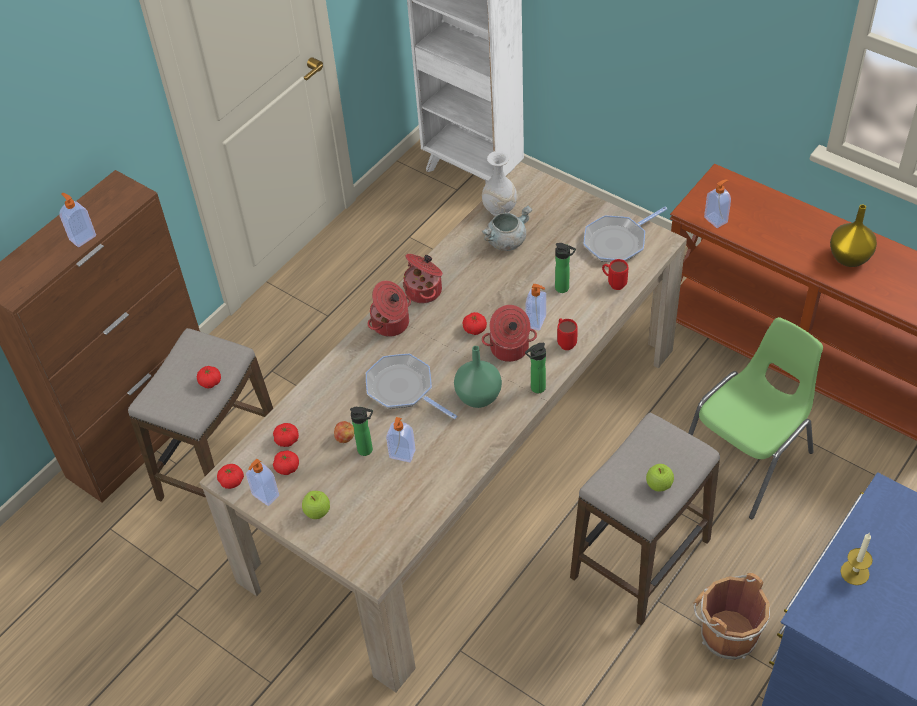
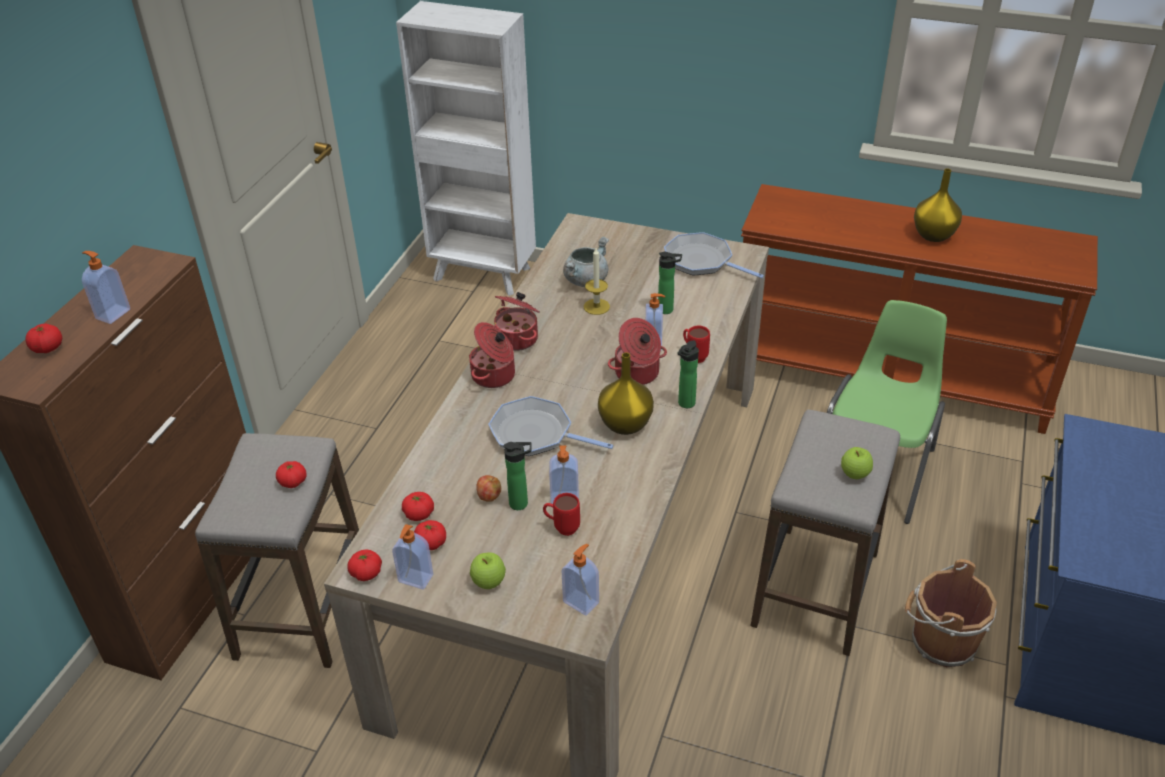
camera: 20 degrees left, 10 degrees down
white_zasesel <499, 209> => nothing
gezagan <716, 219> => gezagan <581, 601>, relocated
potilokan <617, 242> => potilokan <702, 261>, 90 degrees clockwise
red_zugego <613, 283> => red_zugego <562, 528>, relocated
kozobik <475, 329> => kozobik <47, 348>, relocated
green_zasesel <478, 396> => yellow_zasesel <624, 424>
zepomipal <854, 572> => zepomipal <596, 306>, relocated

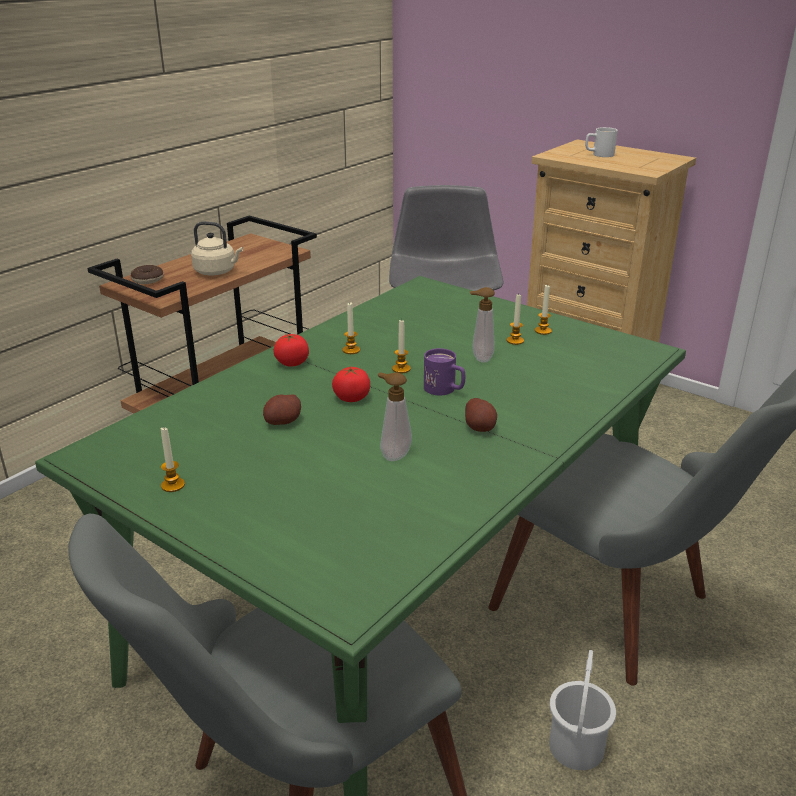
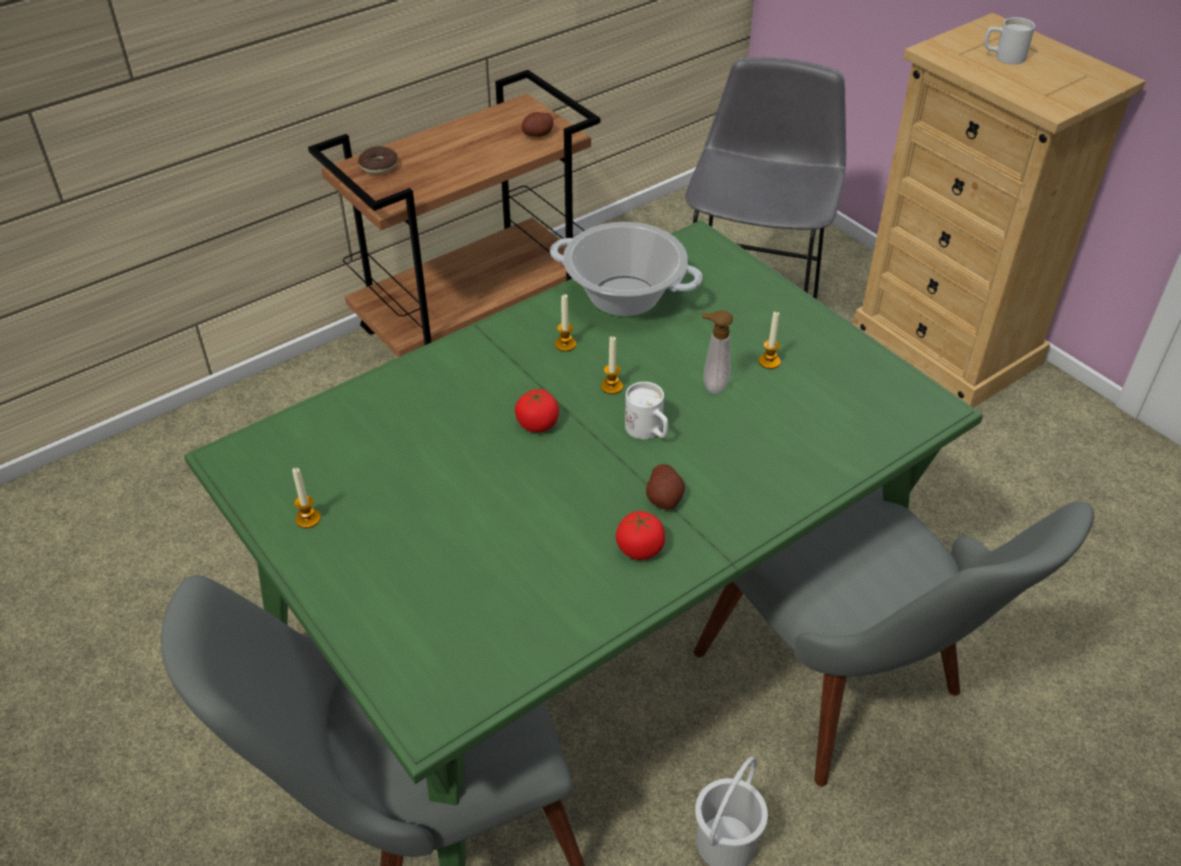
camera: 15 degrees right, 15 degrees up
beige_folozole <217, 272> => nothing
zepomipal <543, 331> => nothing
kozobik <292, 362> => kozobik <640, 548>, relocated
purple_zugego <445, 390> => white_zugego <648, 431>
gezagan <393, 455> => nothing
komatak <283, 421> => komatak <538, 134>, relocated
nothing => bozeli <624, 296>

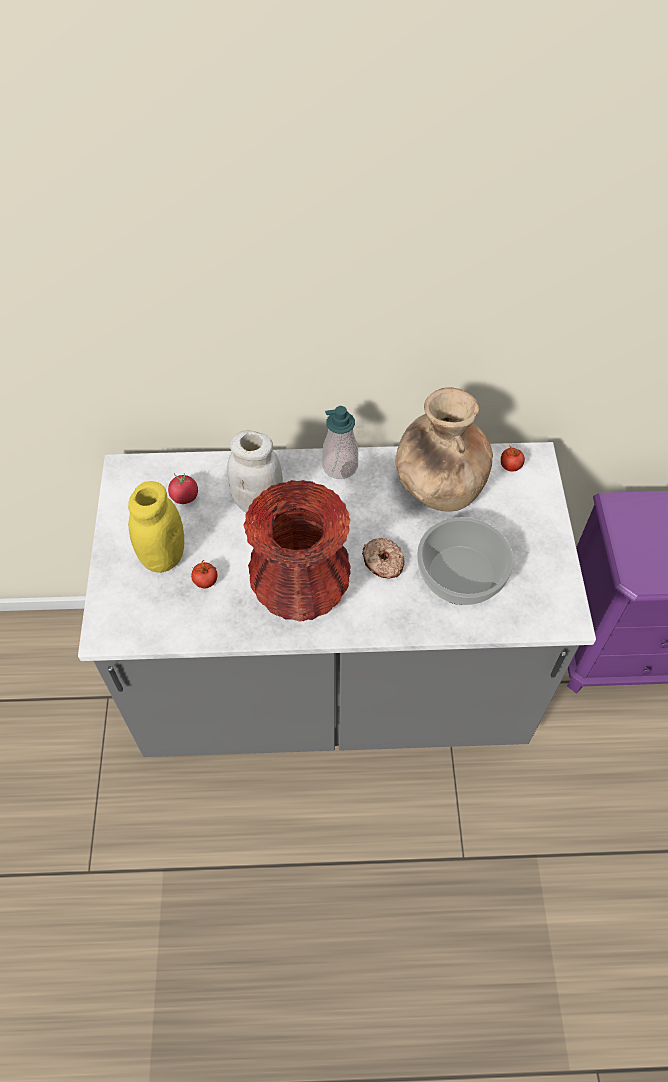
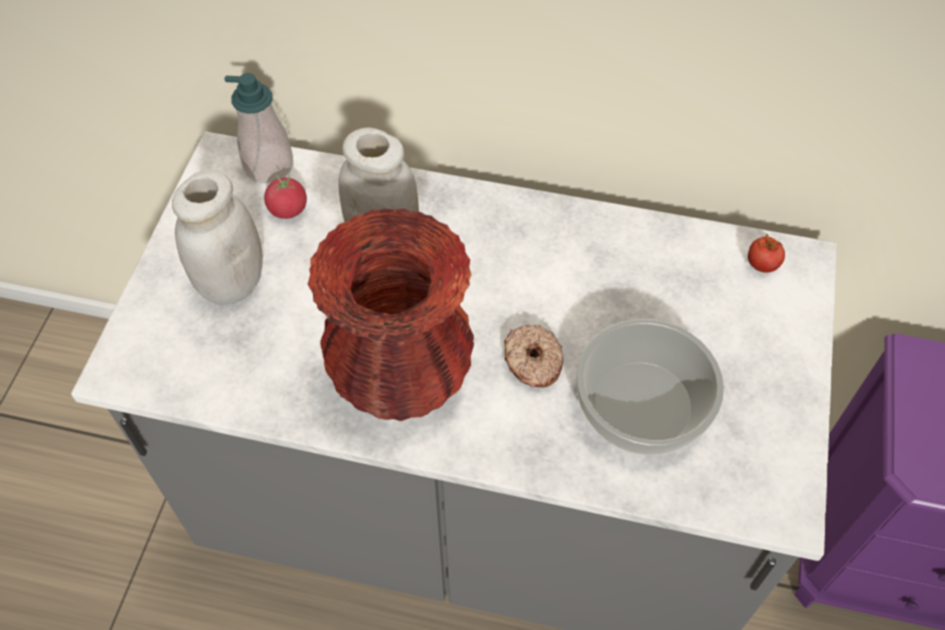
camera: 15 degrees right, 0 degrees up
brown_zasesel <438, 485> => nothing
gezagan <340, 466> => gezagan <269, 166>, relocated
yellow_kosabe <163, 556> => white_kosabe <232, 283>
kozobik <206, 581> => nothing

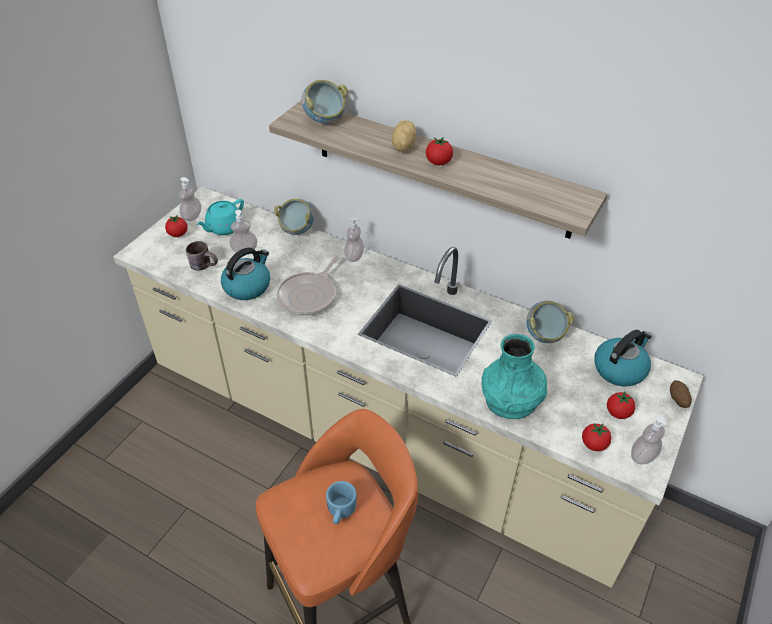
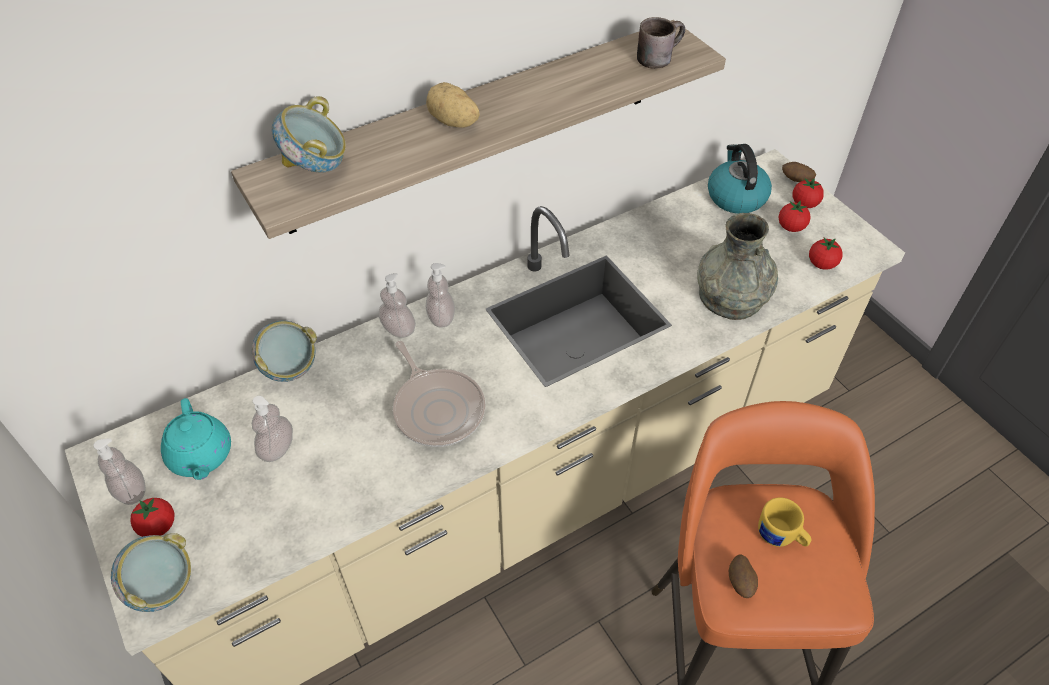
camera: 60 degrees left, 5 degrees up
kozobik <438, 162> => kozobik <804, 204>, relocated
brown_zugego <205, 264> => brown_zugego <657, 56>, relocated
folozole <247, 286> => nothing
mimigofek <544, 336> => mimigofek <164, 588>, relocated
turquoise_zasesel <511, 399> => grey_zasesel <731, 296>
gezagan <643, 456> => gezagan <441, 317>, relocated
blue_zugego <340, 512> => yellow_zugego <780, 537>
nothing => komatak <740, 582>

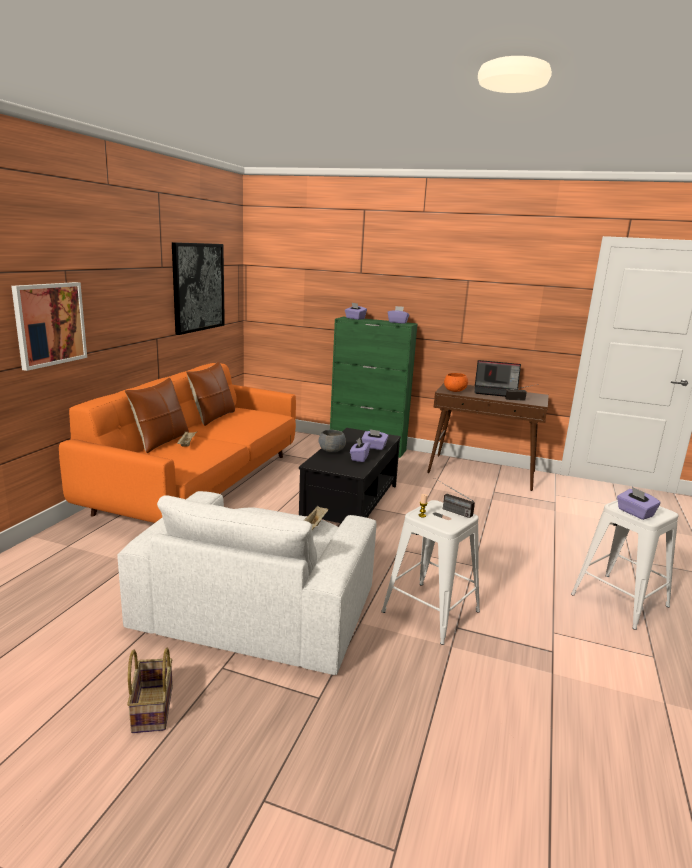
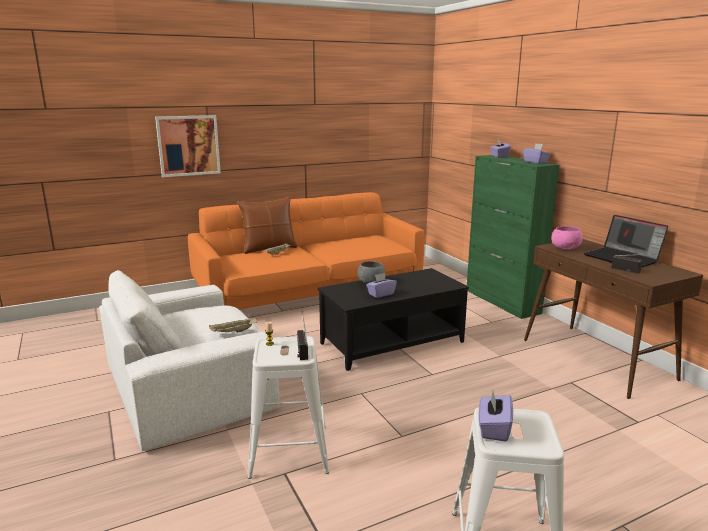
camera: 45 degrees right, 0 degrees up
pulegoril <198, 287> => nothing
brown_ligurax <213, 417> => nothing
orange_mimigofek <454, 391> => pink_mimigofek <565, 248>
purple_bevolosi <374, 447> => nothing
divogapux <151, 707> => nothing

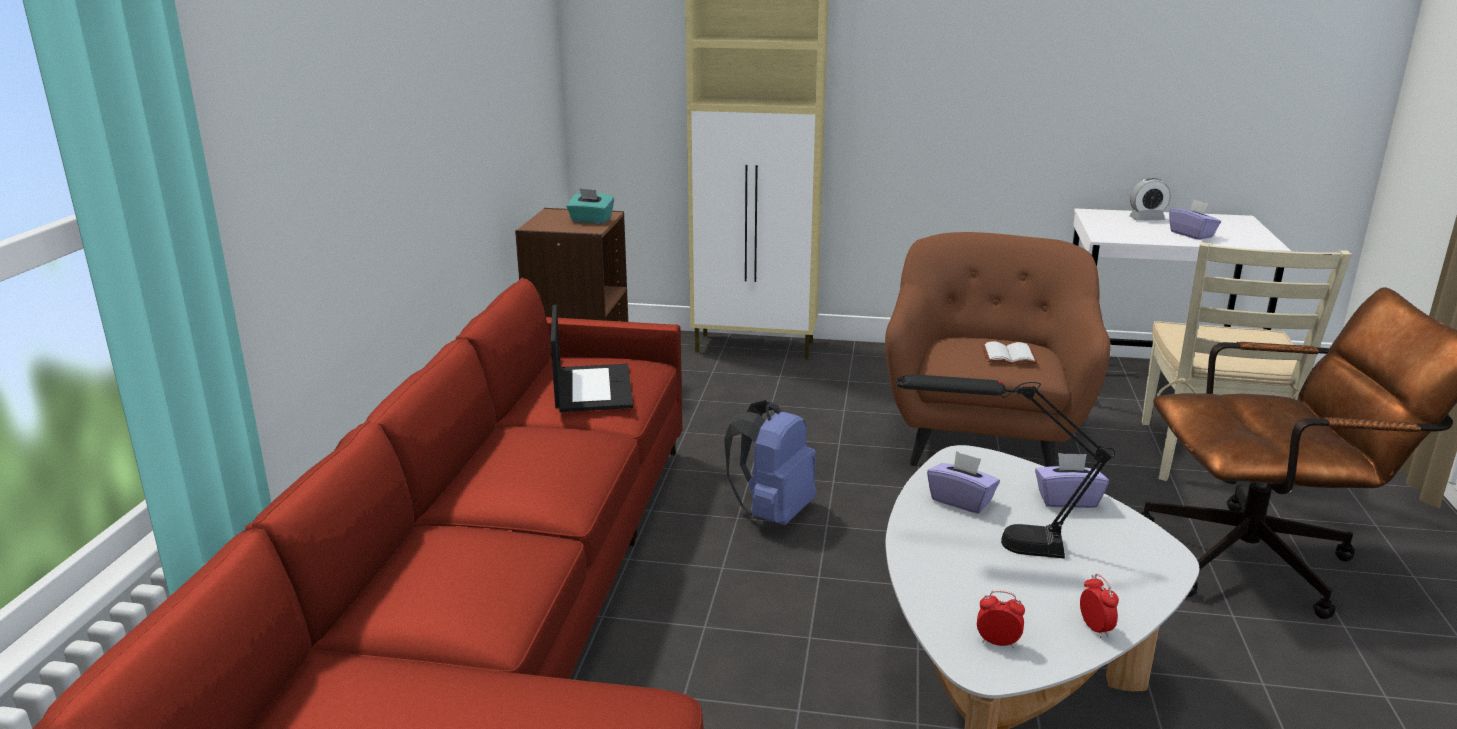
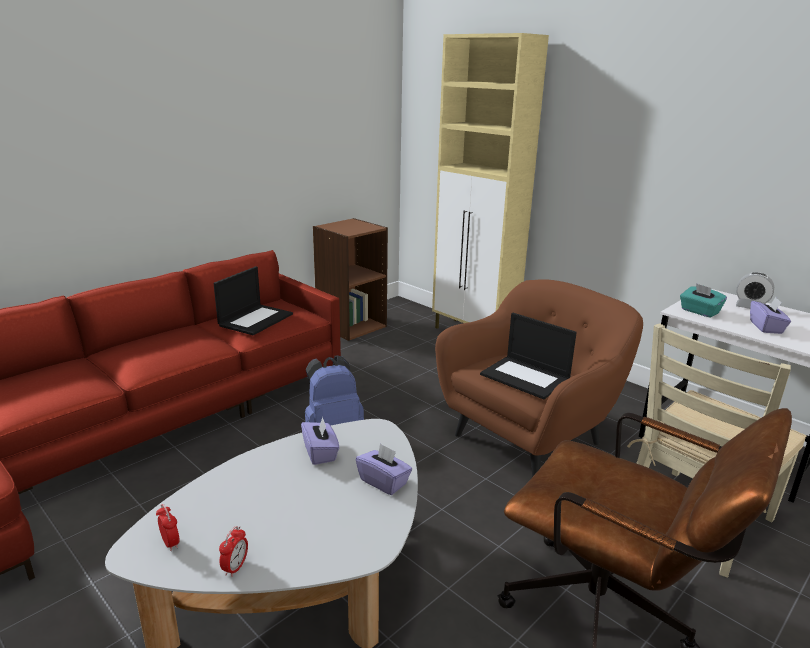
camera: 35 degrees right, 0 degrees up
turquoise_bevolosi <591, 220> => turquoise_bevolosi <699, 312>, relocated
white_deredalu <1009, 355> => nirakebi <526, 377>
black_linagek <990, 540> => nothing

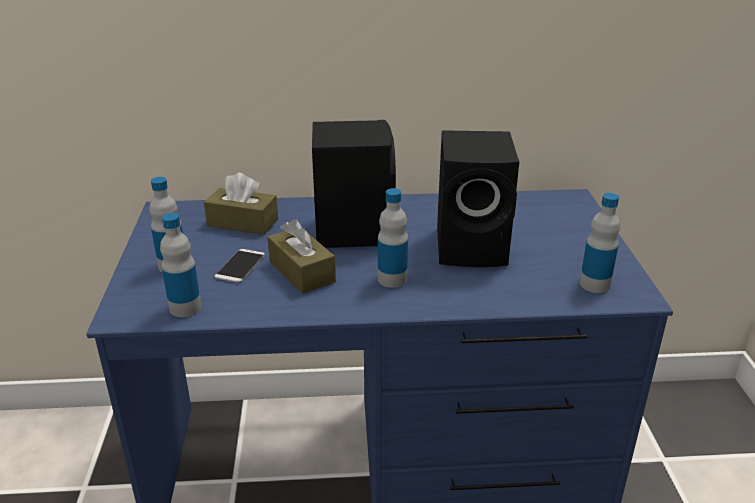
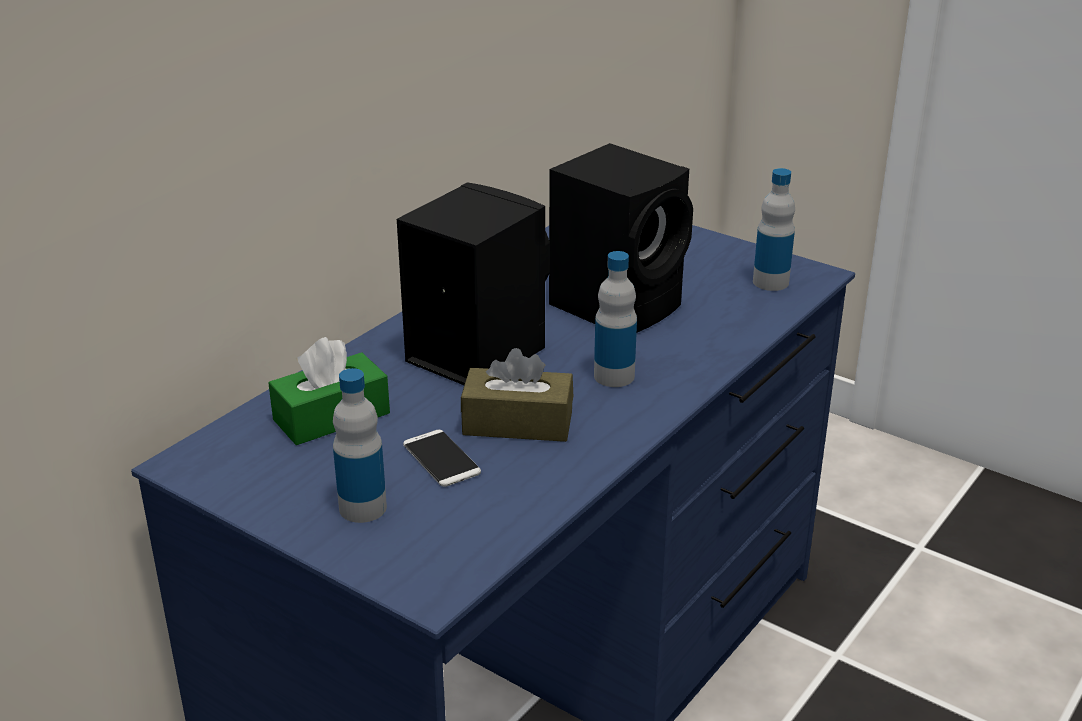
camera: 50 degrees left, 0 degrees up
brown_bevolosi <242, 223> => green_bevolosi <331, 416>
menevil <185, 308> => nothing

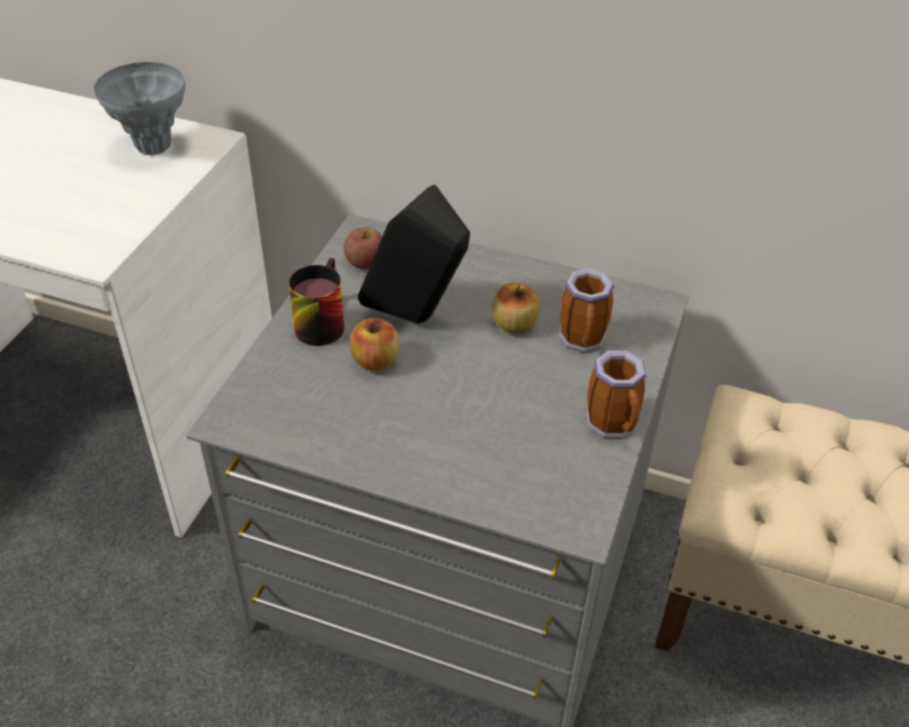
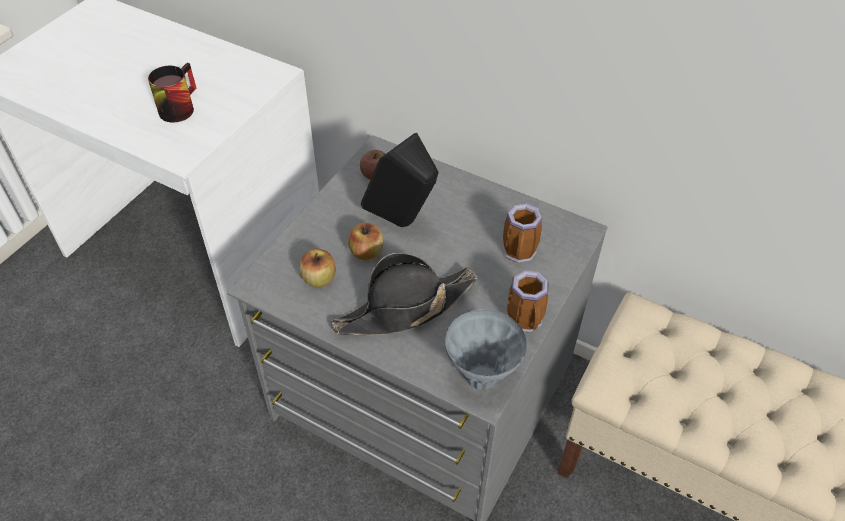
camera: 10 degrees right, 5 degrees up
grey_zasesel <153, 147> => grey_zasesel <481, 378>, relocated
zugego <318, 321> => zugego <177, 106>, relocated
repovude <514, 324> => repovude <319, 278>, relocated
nothing => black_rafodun <405, 308>

